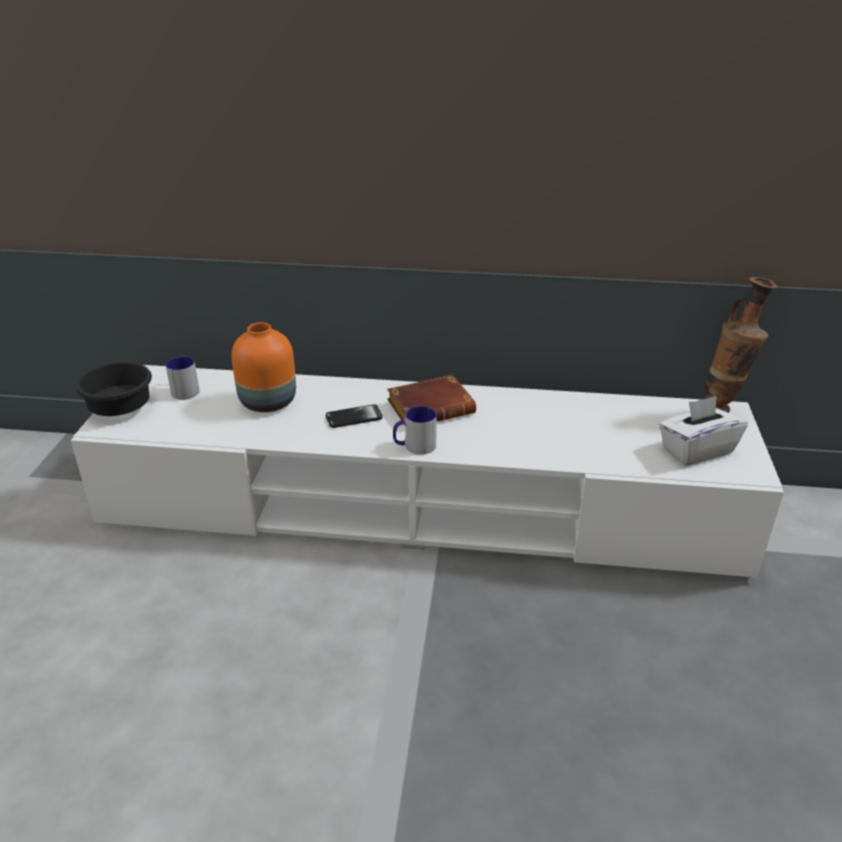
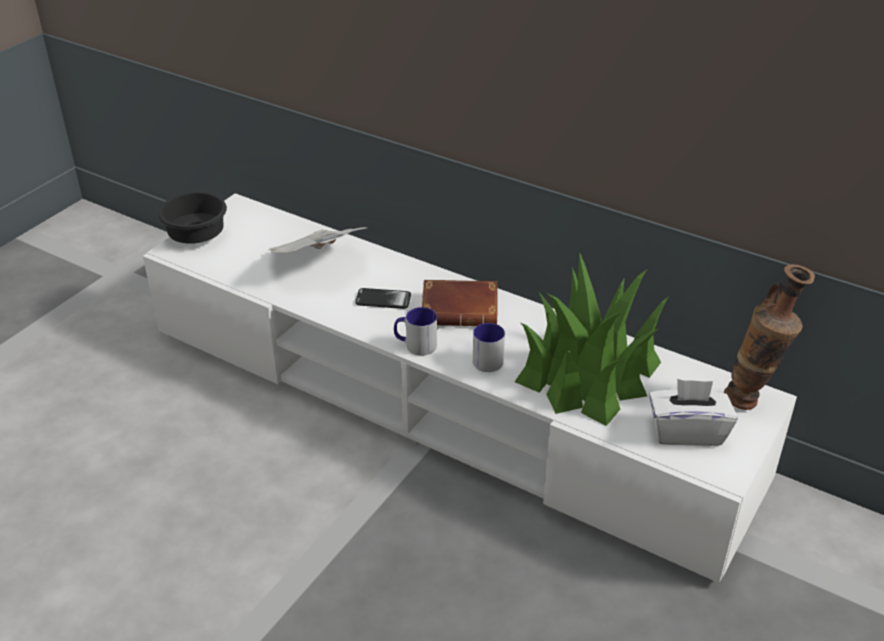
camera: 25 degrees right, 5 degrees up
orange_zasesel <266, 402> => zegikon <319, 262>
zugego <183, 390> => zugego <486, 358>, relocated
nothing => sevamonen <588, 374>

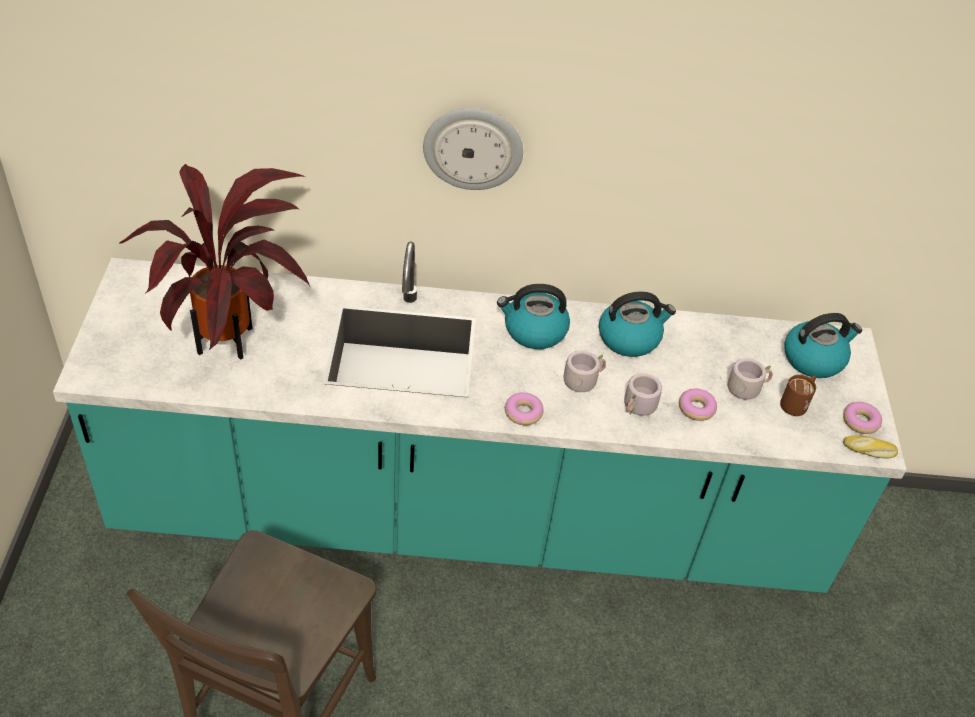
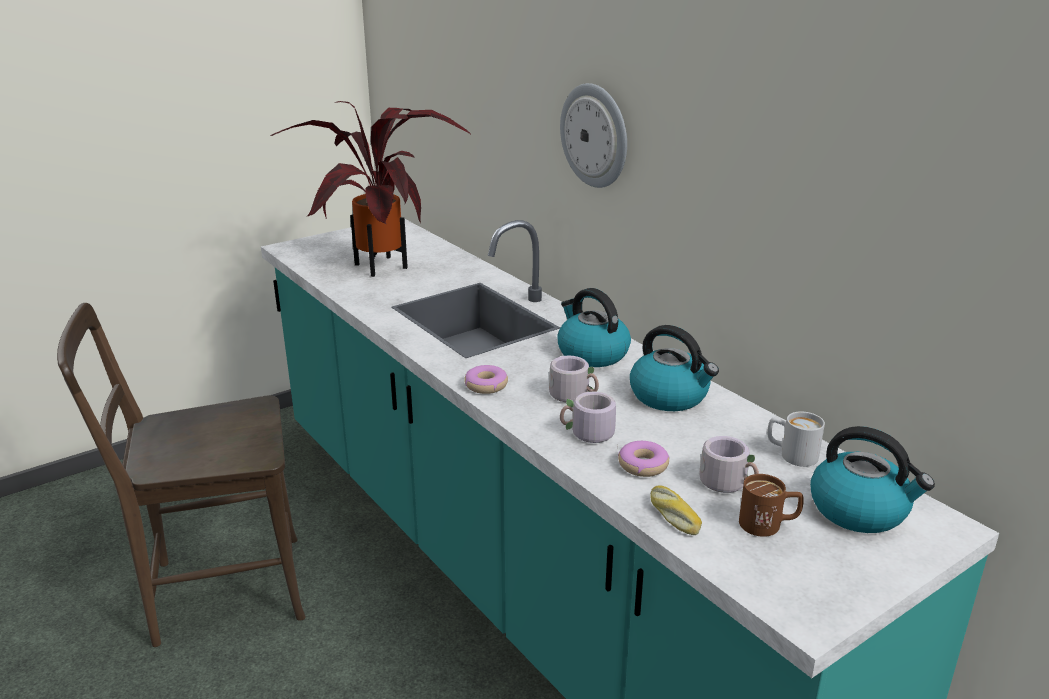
camera: 55 degrees right, 20 degrees down
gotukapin <860, 421> => nothing
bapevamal <868, 451> => bapevamal <672, 516>, relocated
nothing => white_zugego <791, 454>

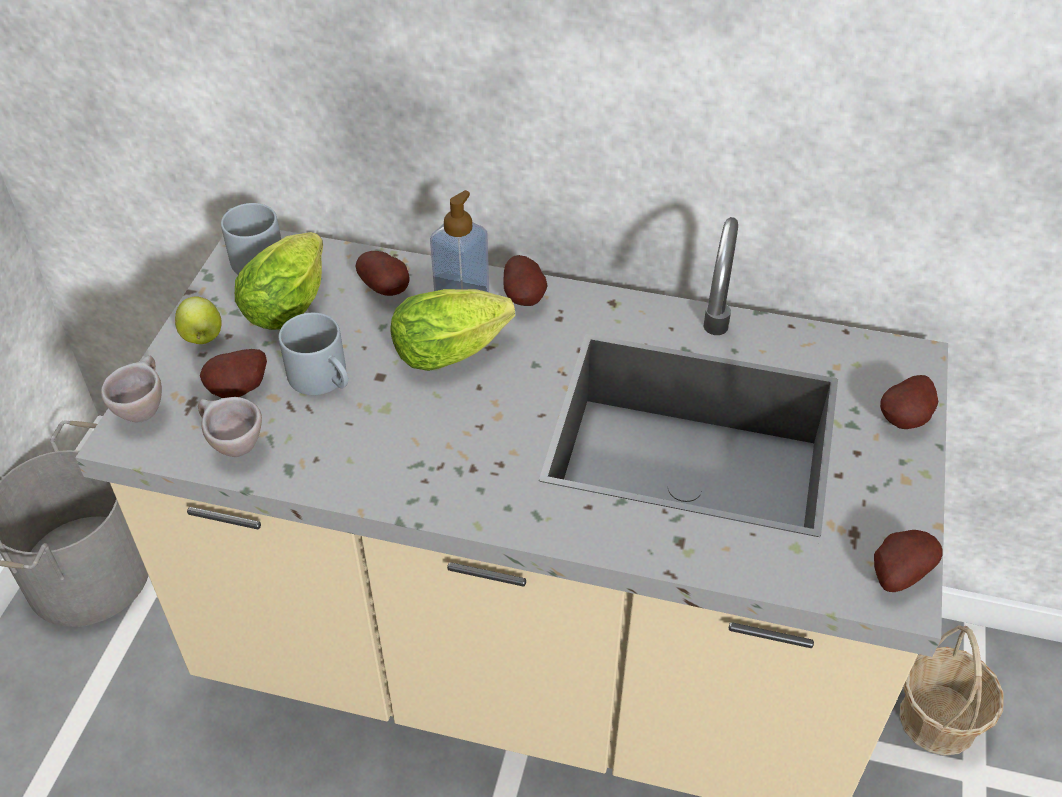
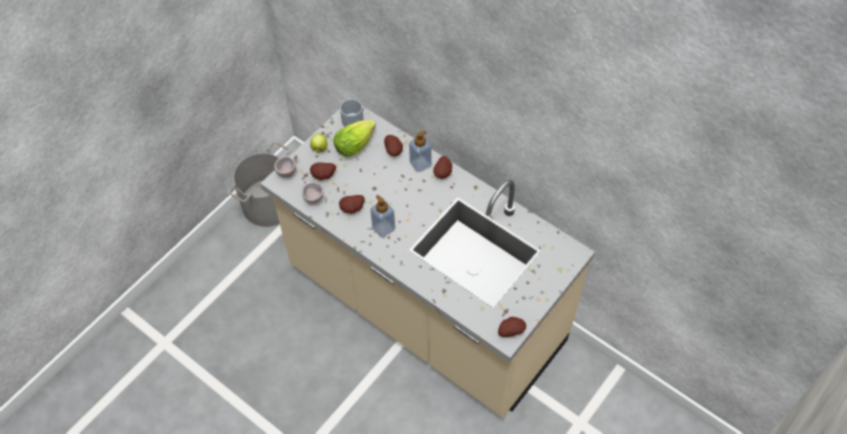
camera: 25 degrees right, 10 degrees up
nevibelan <456, 350> => nothing
grey_zugego <324, 379> => nothing
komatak <906, 419> => komatak <353, 209>, relocated
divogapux <938, 719> => nothing
nothing => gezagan <383, 228>

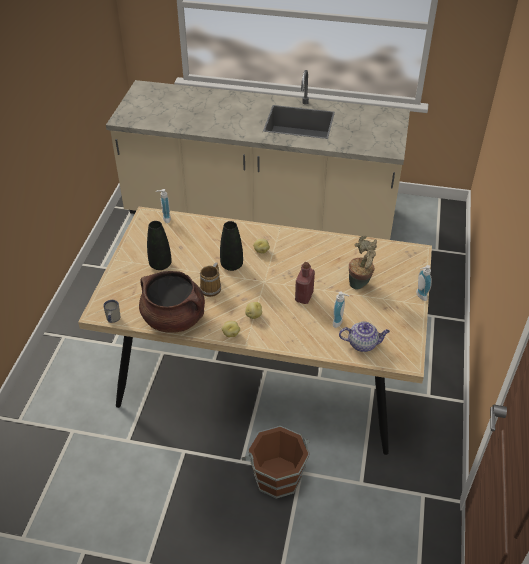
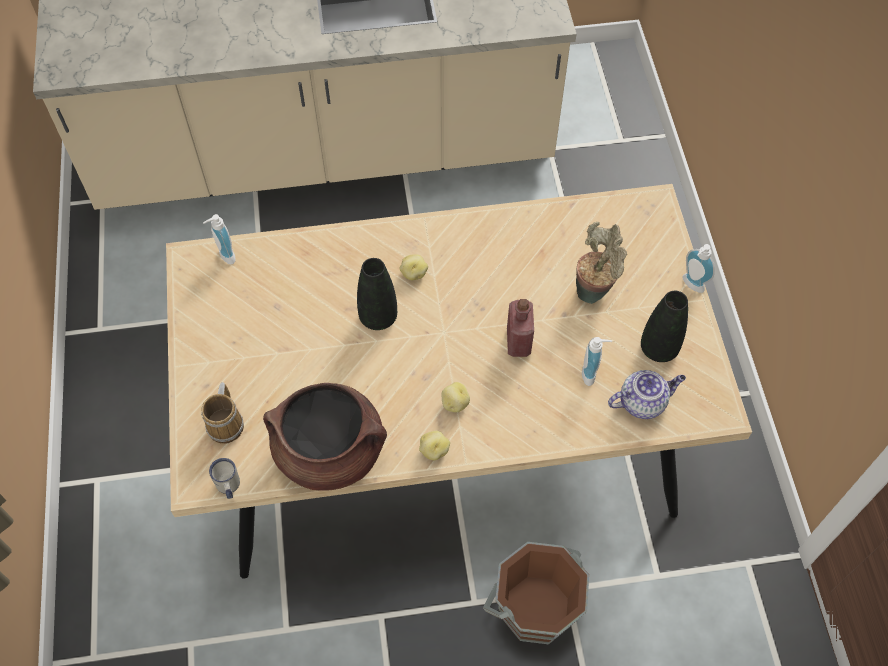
camera: 20 degrees left, 15 degrees up
black_zasesel <160, 265> => black_zasesel <658, 348>, relocated
zugego <212, 288> => zugego <227, 424>, relocated

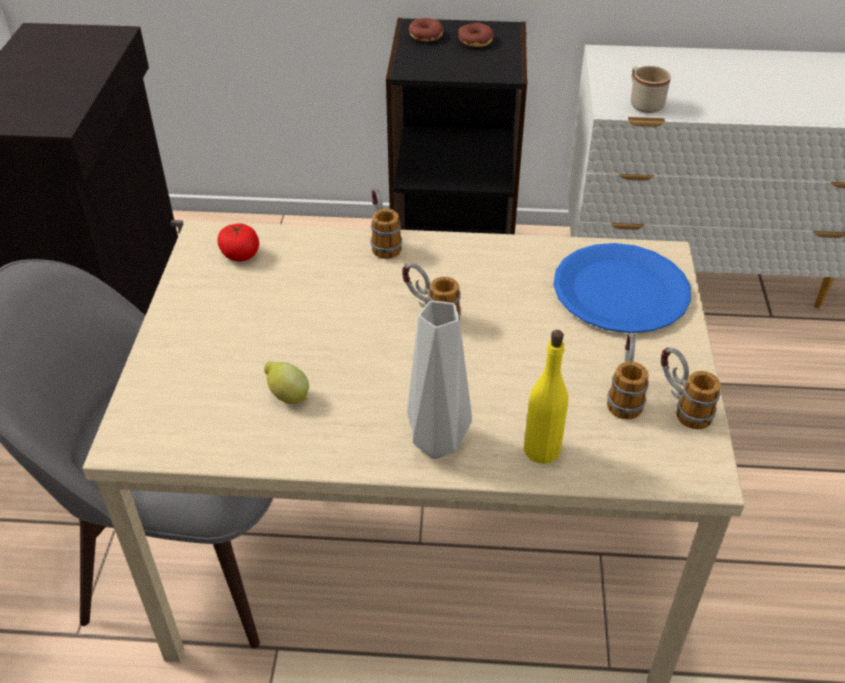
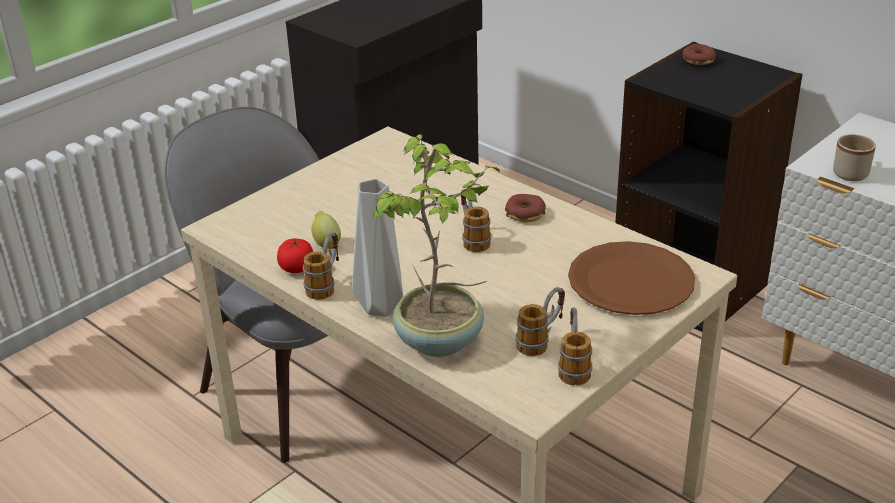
camera: 40 degrees right, 10 degrees down
gotukapin <475, 41> => gotukapin <525, 214>, relocated
zugego <382, 241> => zugego <326, 284>, relocated
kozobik <240, 254> => kozobik <297, 267>, relocated
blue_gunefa <620, 291> => brown_gunefa <630, 281>
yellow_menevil <541, 449> => sevamonen <441, 341>

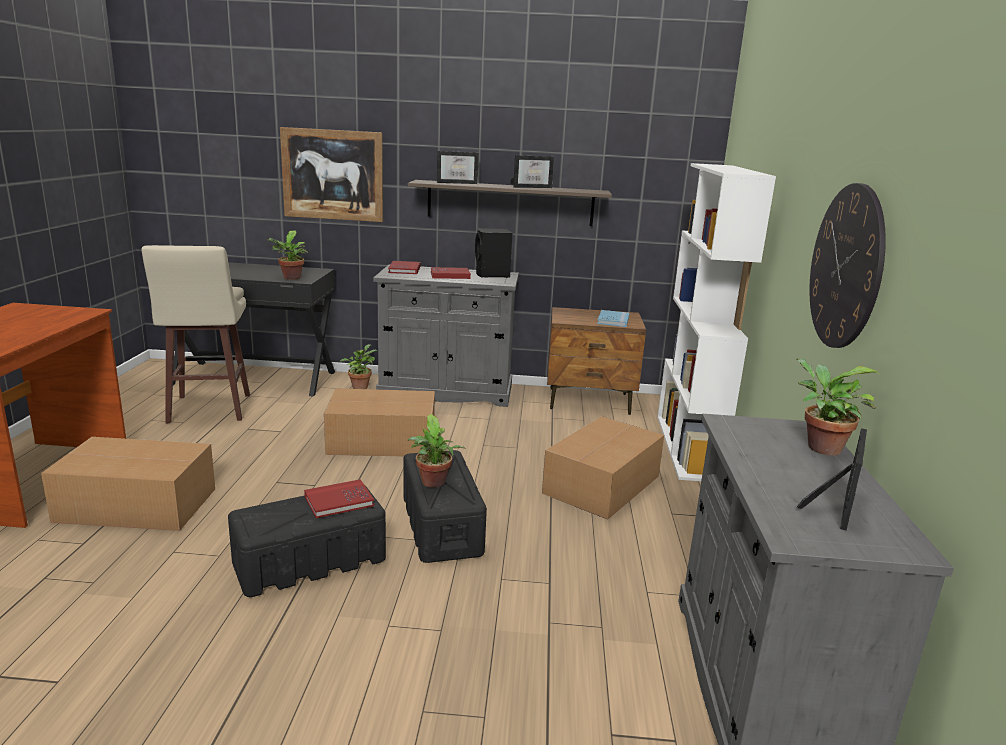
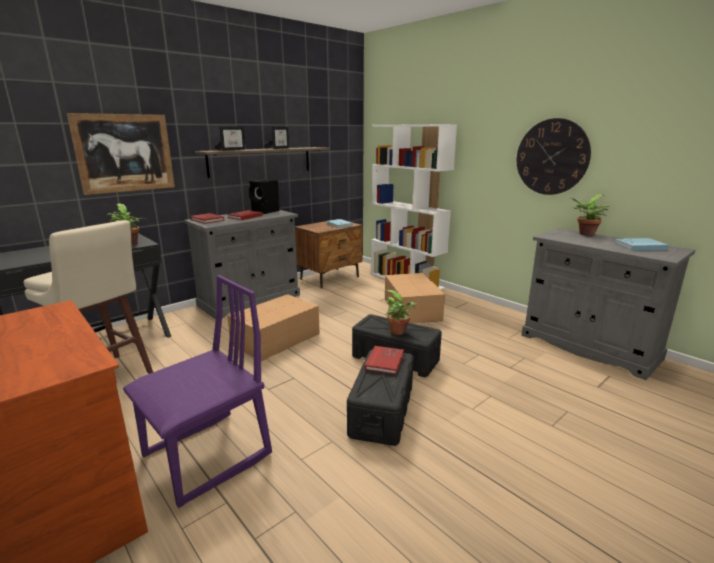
camera: 45 degrees left, 0 degrees up
sevamonen <360, 386> => nothing
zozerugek <836, 505> => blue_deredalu <640, 246>
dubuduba <138, 505> => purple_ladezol <208, 456>

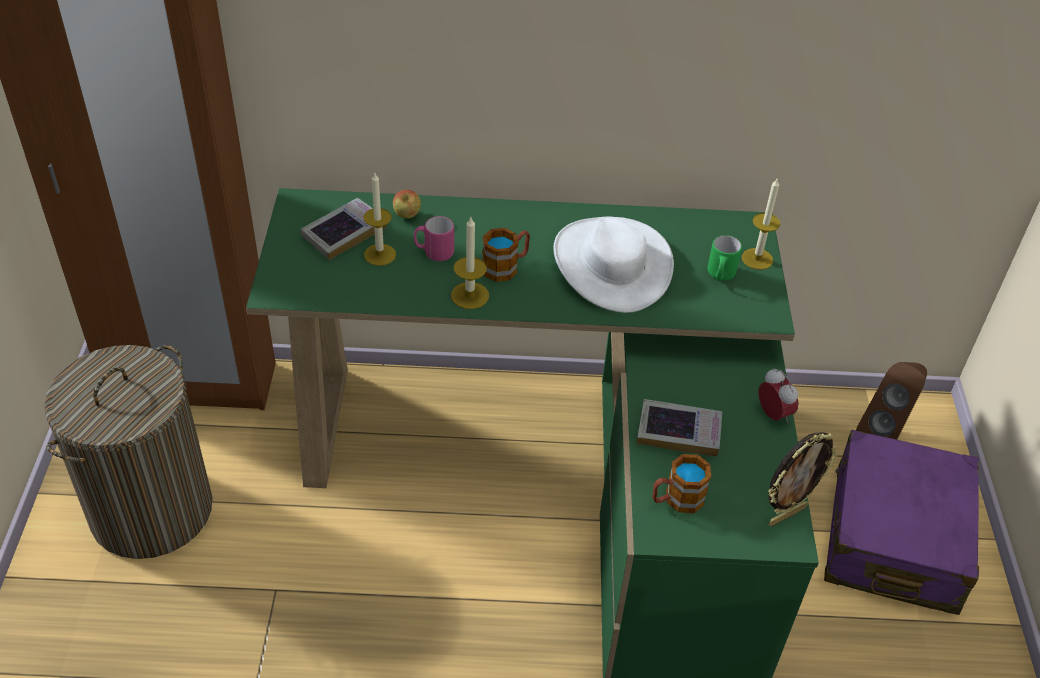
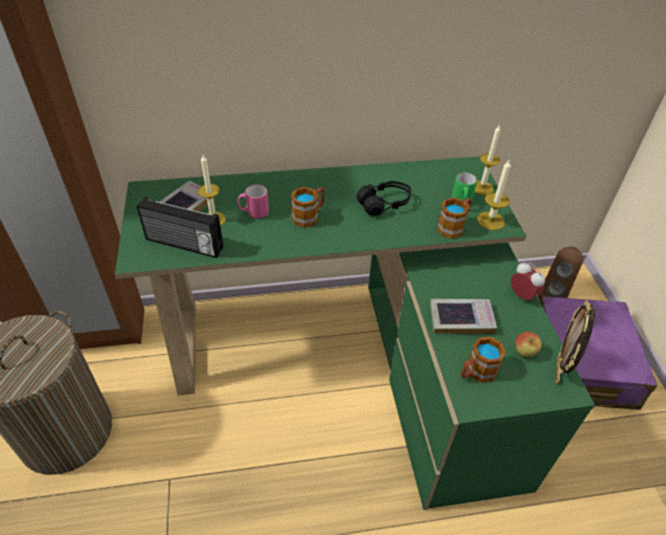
camera: 10 degrees left, 0 degrees up
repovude <407, 216> => repovude <524, 352>, relocated
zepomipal <469, 295> => zepomipal <490, 221>, relocated
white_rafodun <612, 264> => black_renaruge <384, 204>
zozerugek <786, 514> => zozerugek <558, 370>, 150 degrees clockwise
nothing => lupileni <183, 245>
nothing => zugego <453, 226>

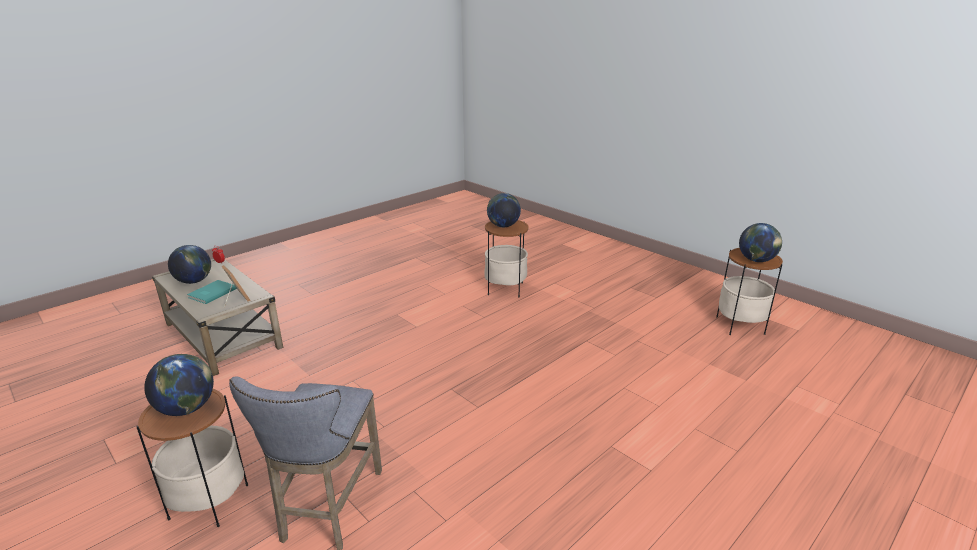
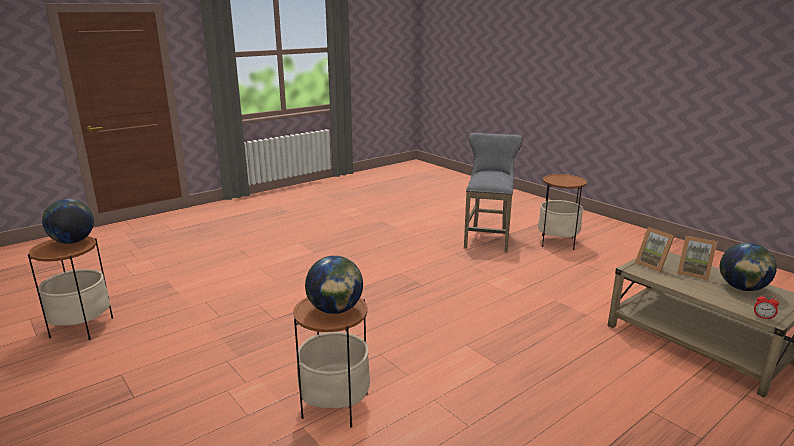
camera: 175 degrees left, 5 degrees down
turquoise_deredalu <211, 293> => zozerugek <693, 273>
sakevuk <187, 409> => nothing

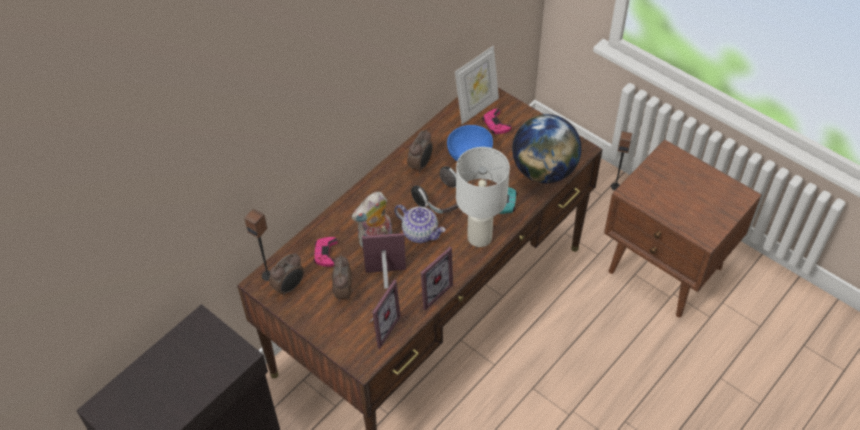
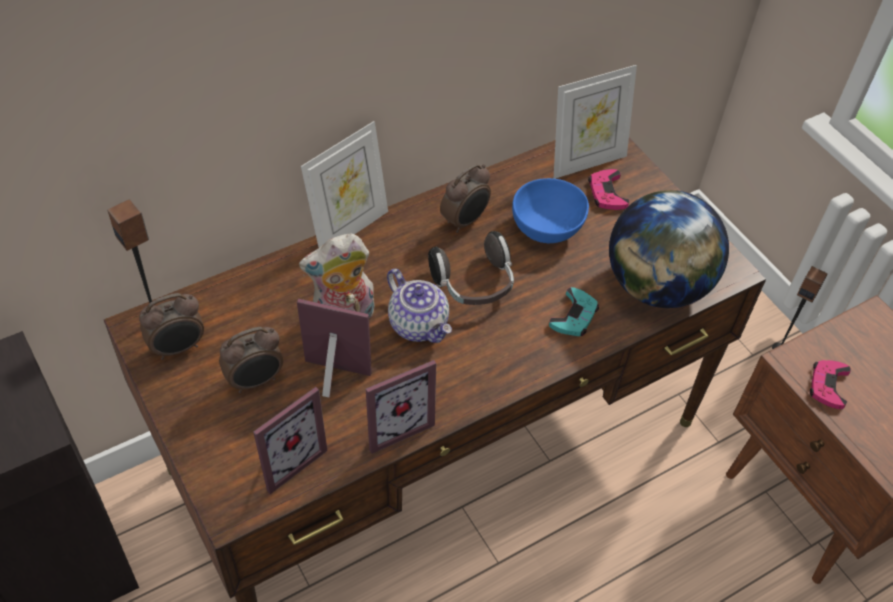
camera: 15 degrees right, 0 degrees up
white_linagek <479, 238> => nothing
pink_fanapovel <325, 253> => pink_fanapovel <827, 385>, relocated
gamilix <343, 292> => gamilix <255, 381>, 135 degrees counterclockwise
nothing => zozerugek <348, 228>

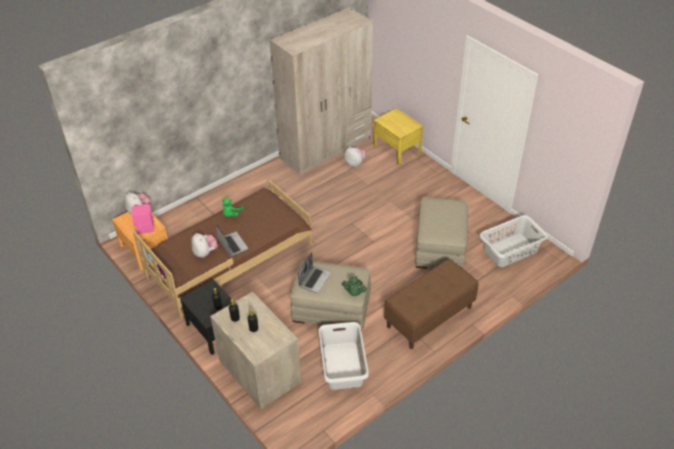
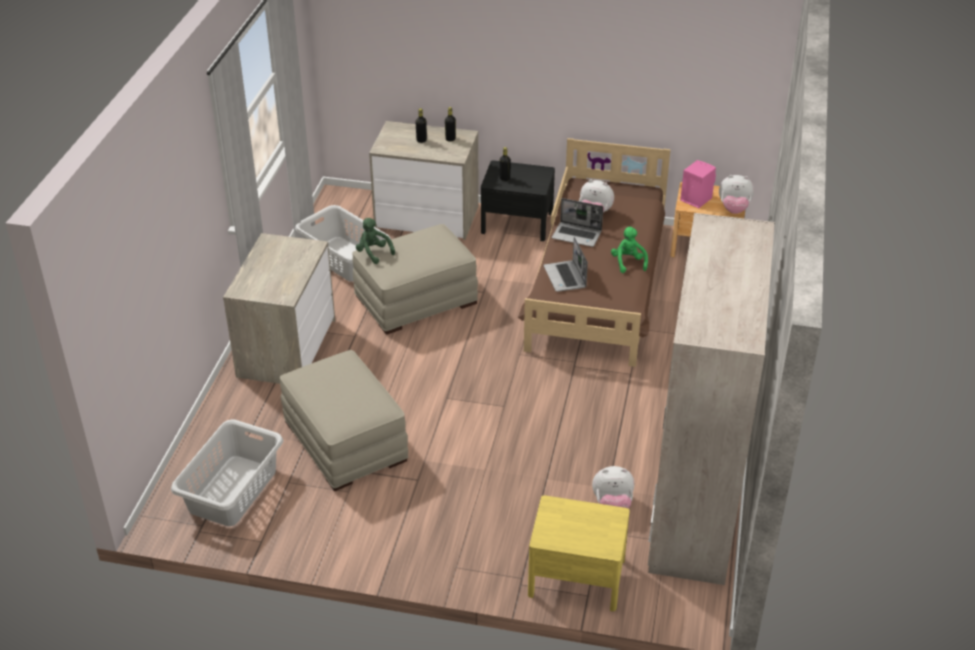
camera: 140 degrees right, 5 degrees down
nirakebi <314, 279> => nirakebi <565, 277>, relocated
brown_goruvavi <429, 317> => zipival <286, 347>

